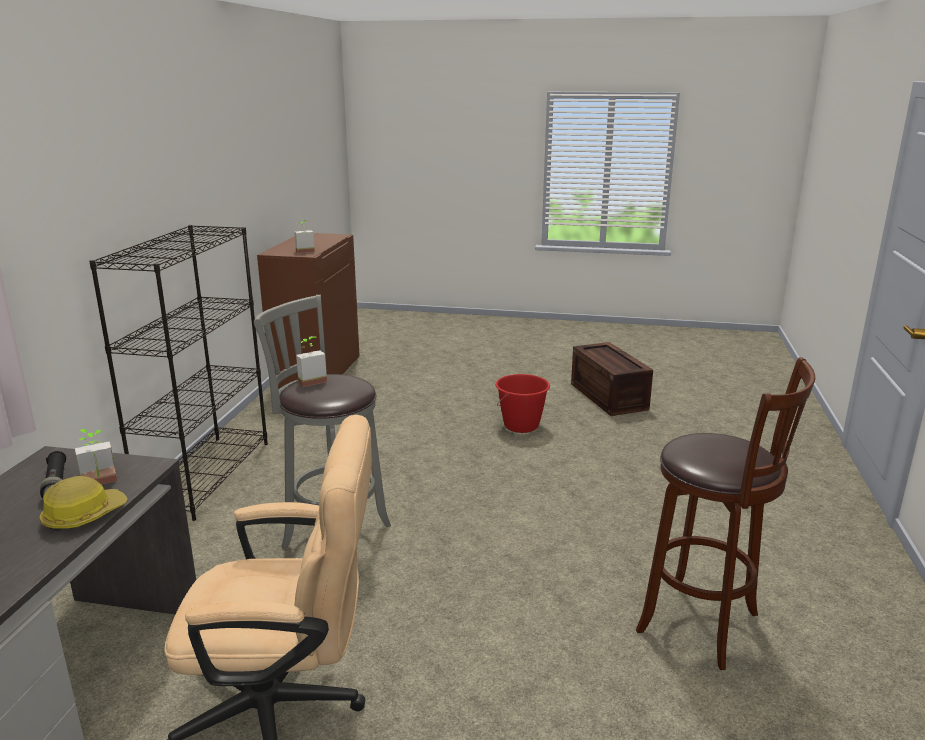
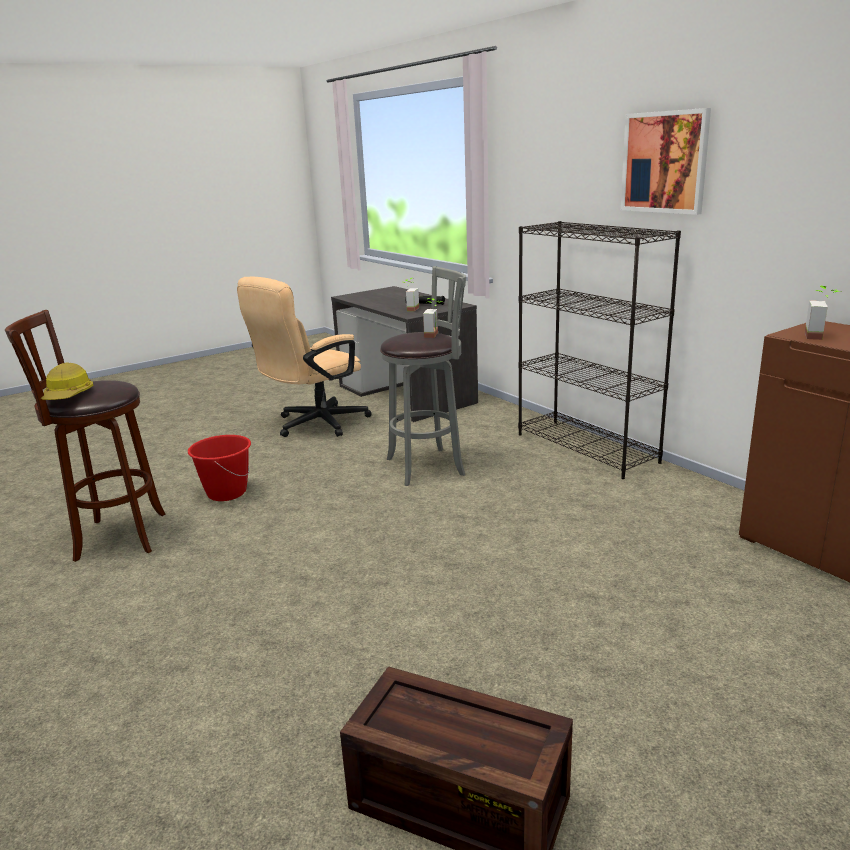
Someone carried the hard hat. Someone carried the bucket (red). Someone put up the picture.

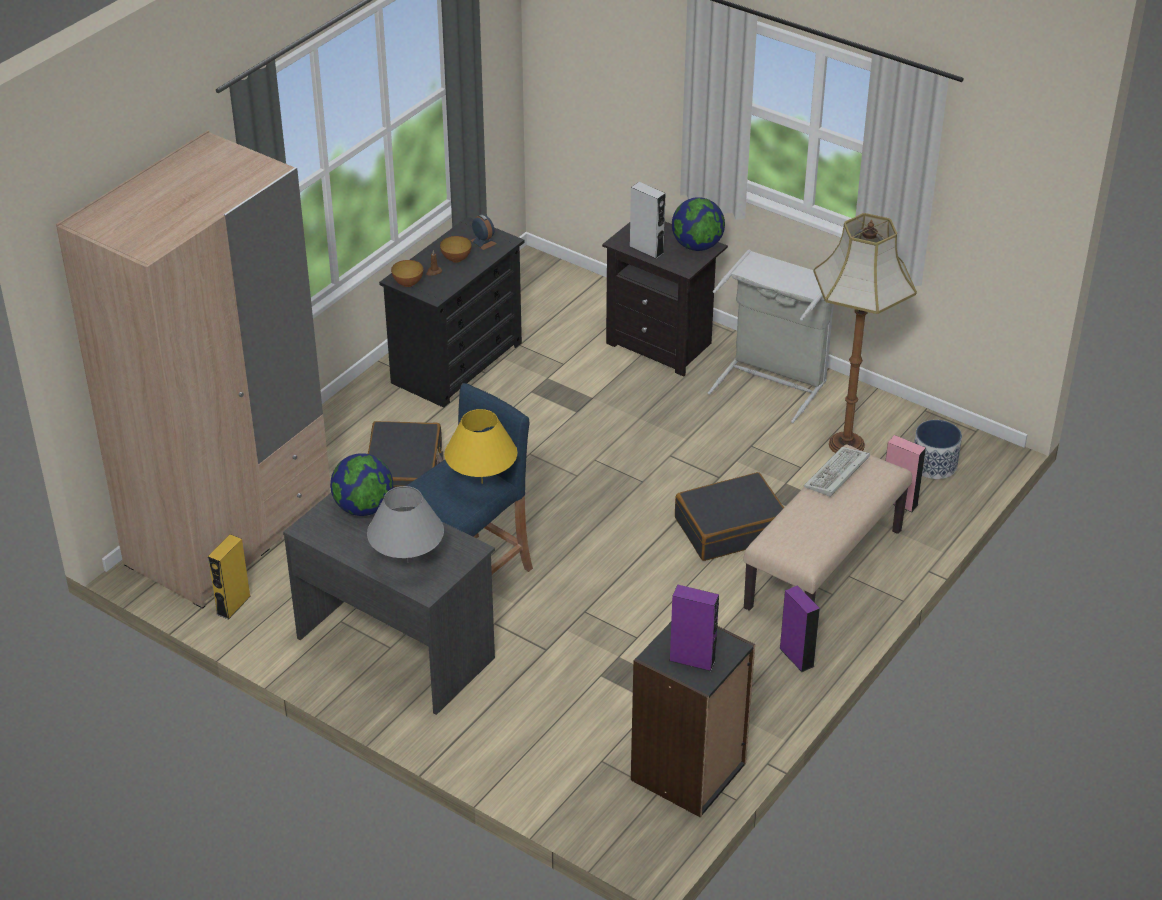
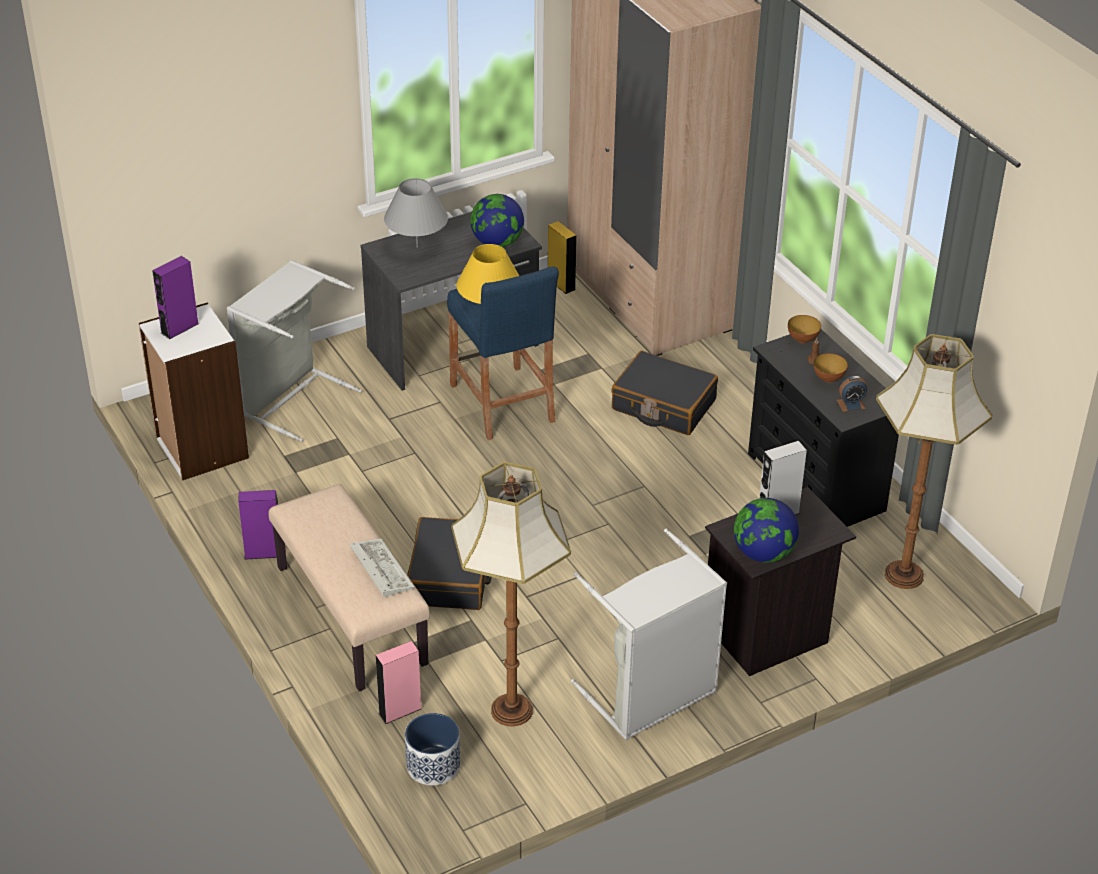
Someone repainted the bookcase (black), which became the bookcase (white). Someone put down the laundry basket (grey) (1st from left). Someone put down the floor lamp (2nd from left).

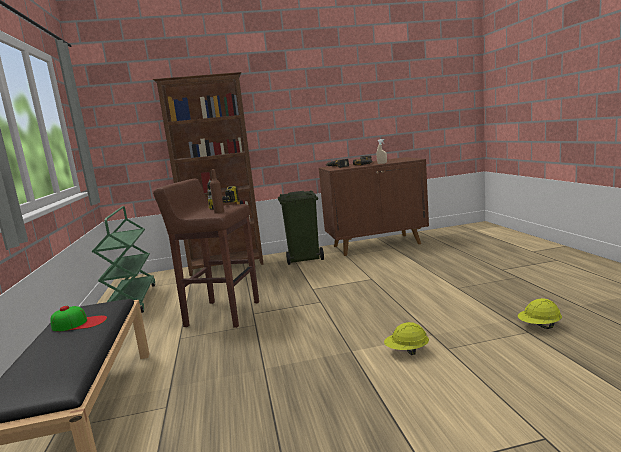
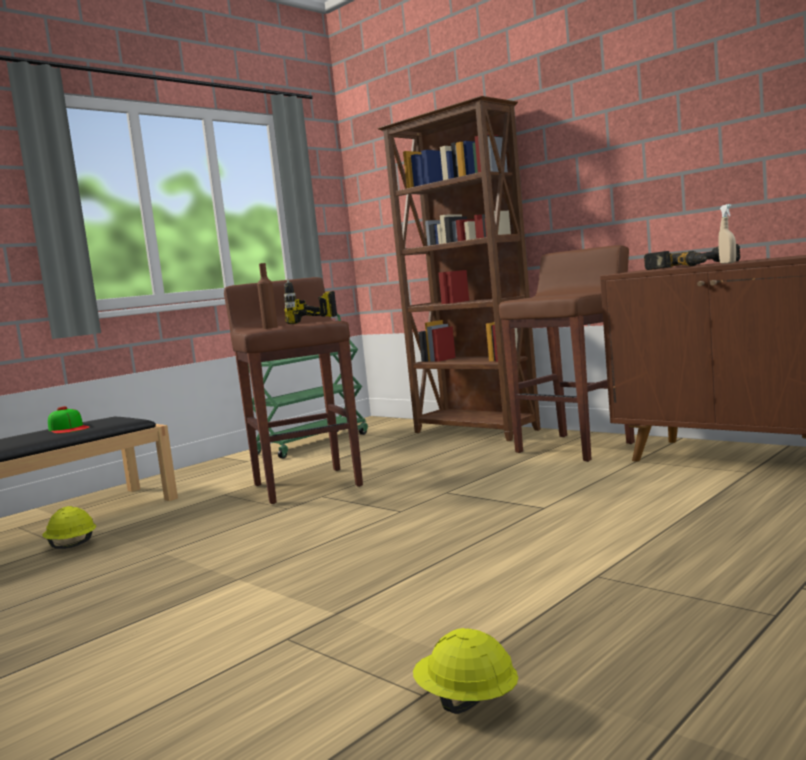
Someone swapped the trash can (green) for the stool (brown) (2nd from left). Someone carried the hard hat (yellow) (1st from left).

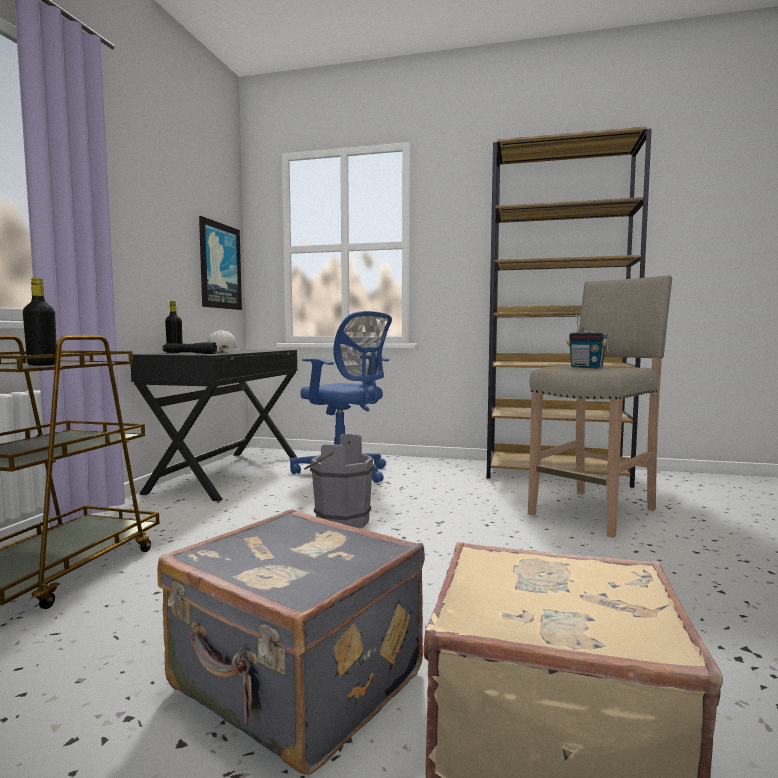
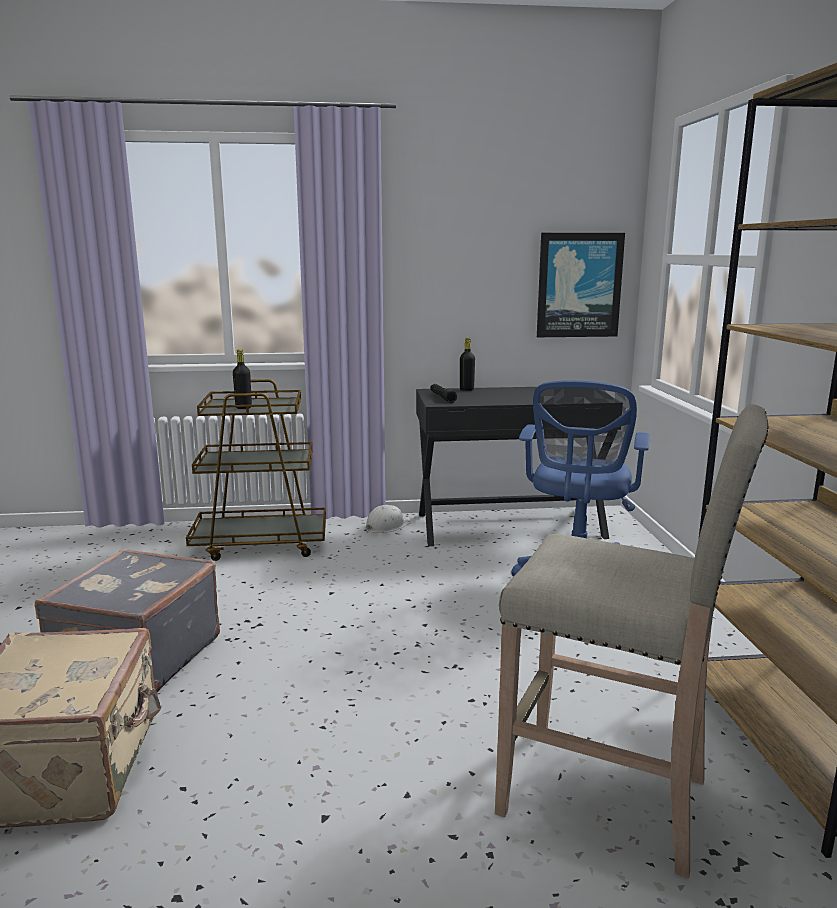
Someone carried the hard hat (white). Someone took away the bucket (grey). Someone took away the radio.

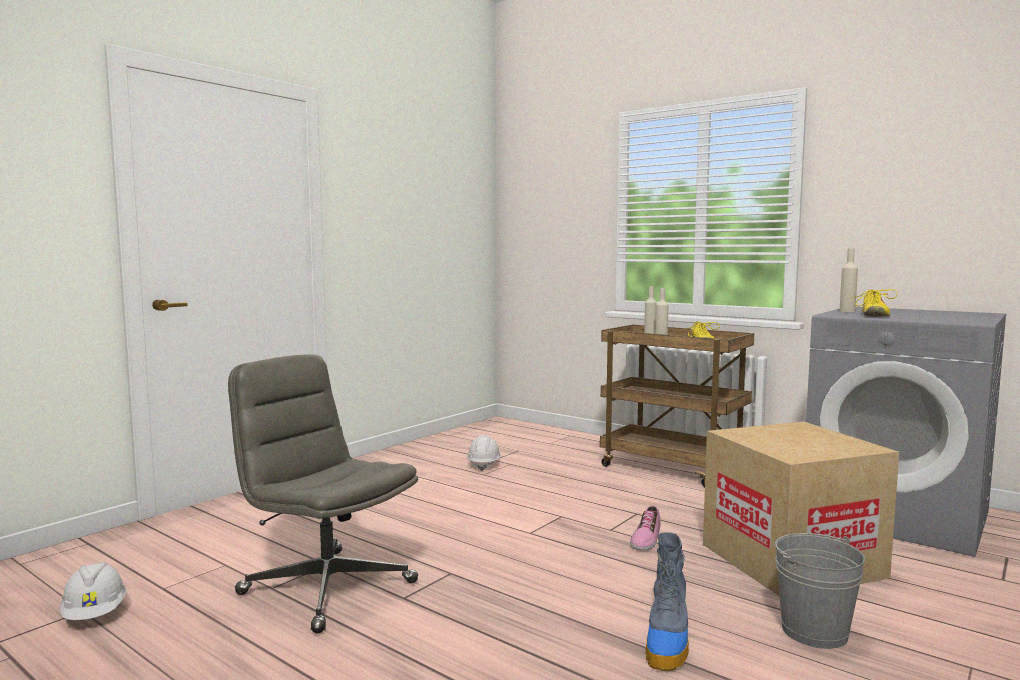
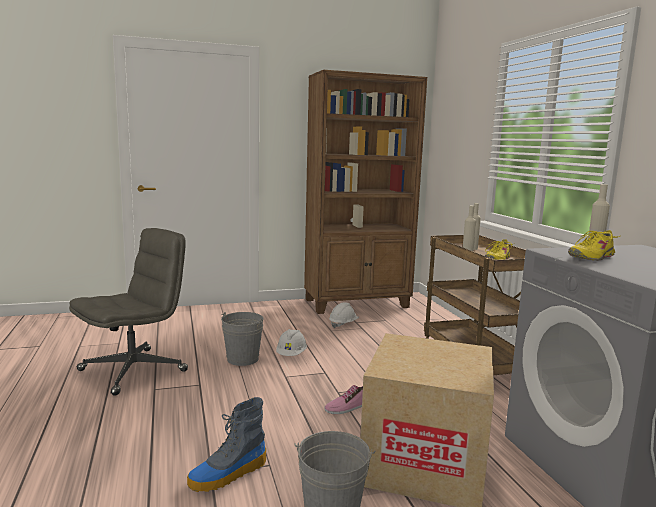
Someone carried the hard hat (white) (1st from left). Someone rotated the office chair (grey) by 60 degrees clockwise. Someone put down the bucket (grey) (1st from left). Someone put down the bookcase (brown).

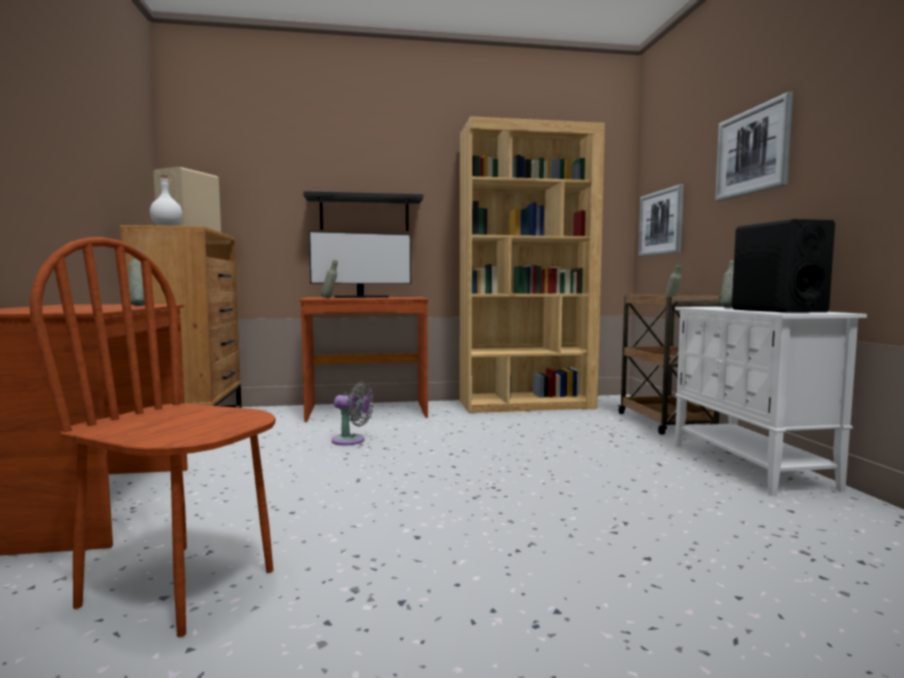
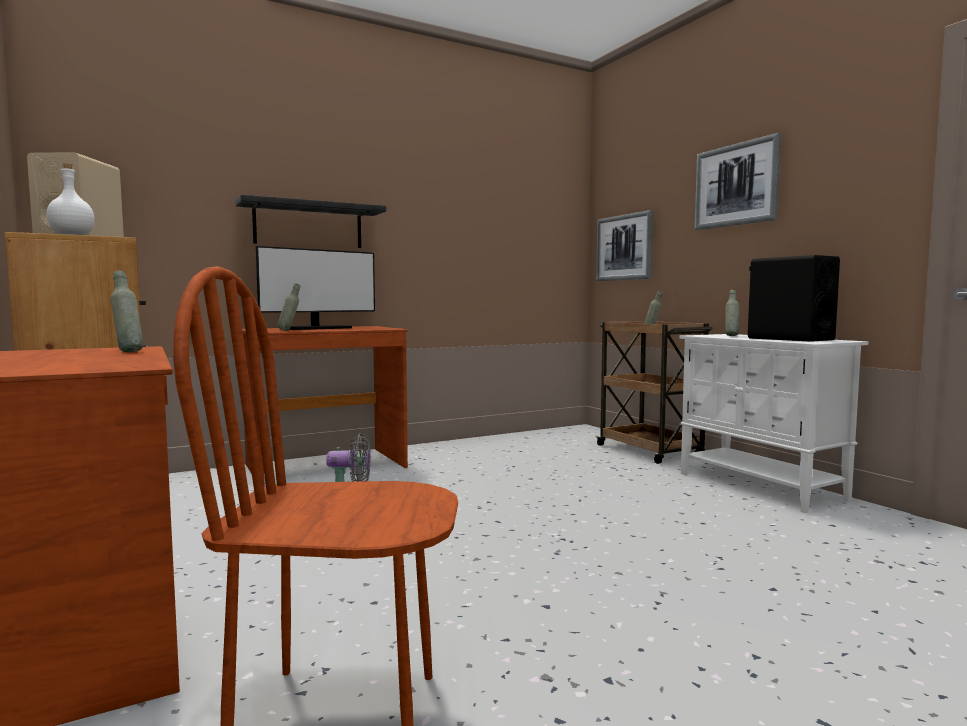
Someone took away the bookcase (brown).

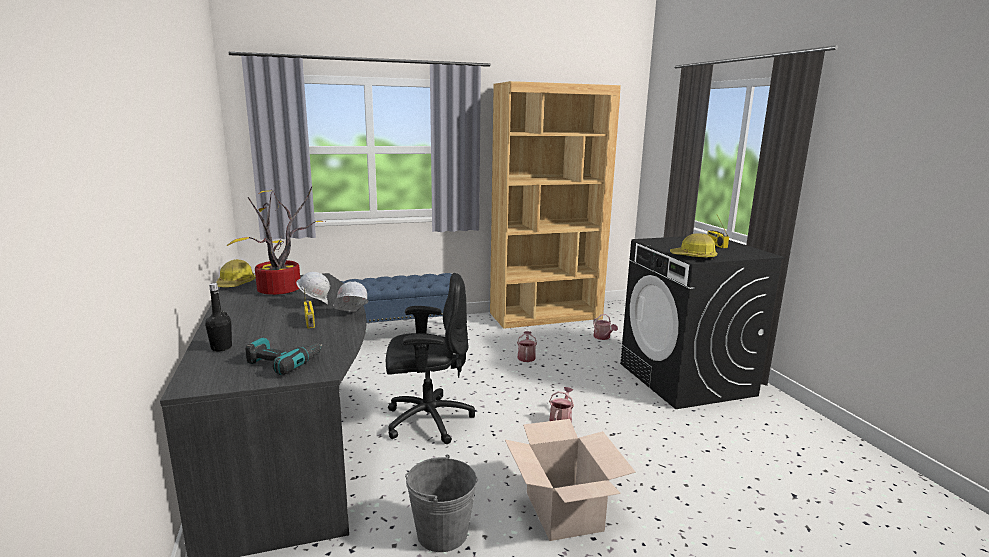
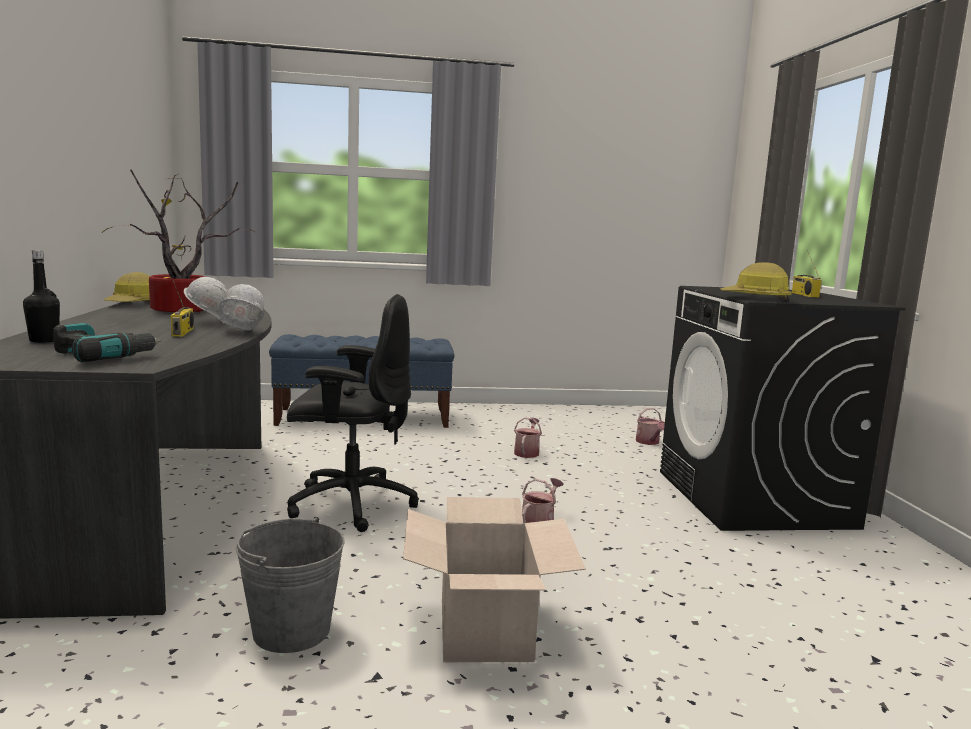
Someone took away the bookcase (brown).

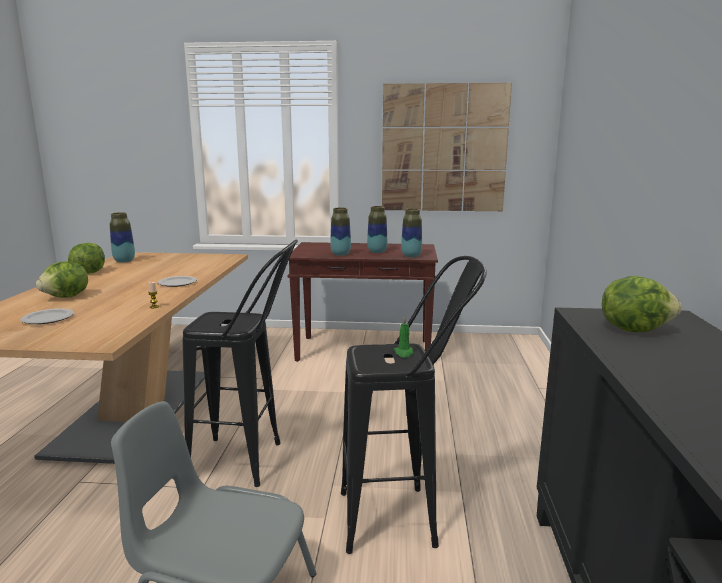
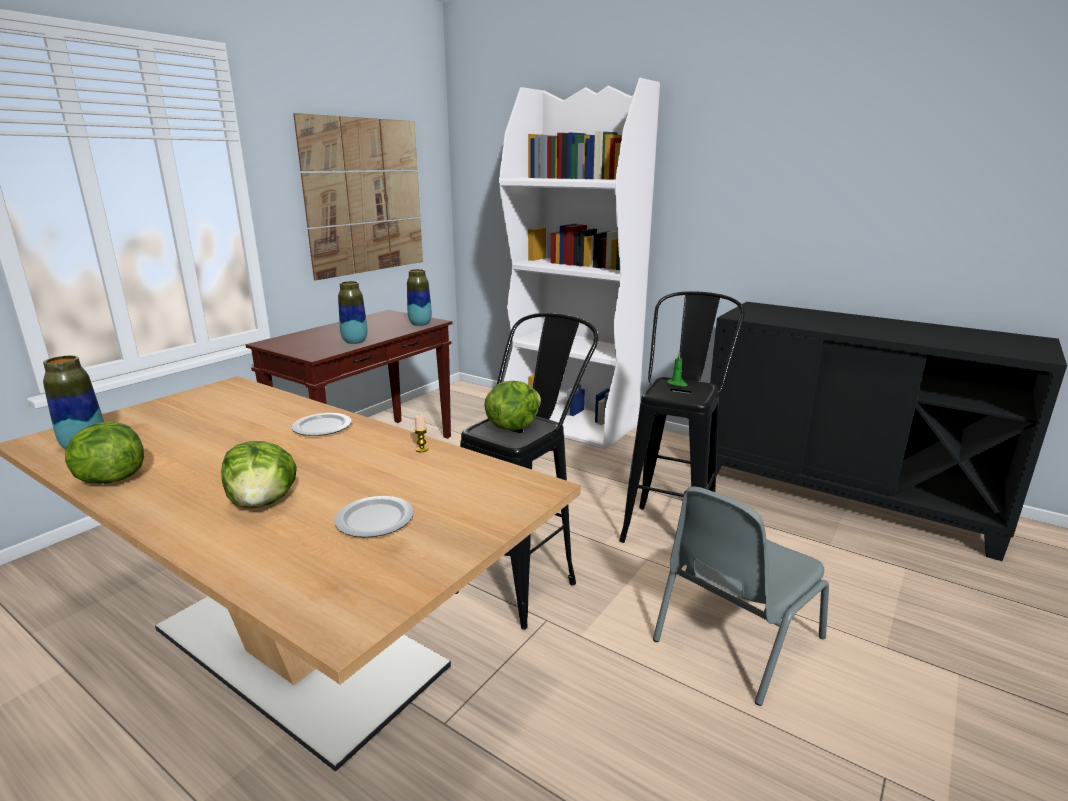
Someone took away the vase (3rd from left). Someone carried the lettuce (3rd from left). Someone put down the bookcase (white).

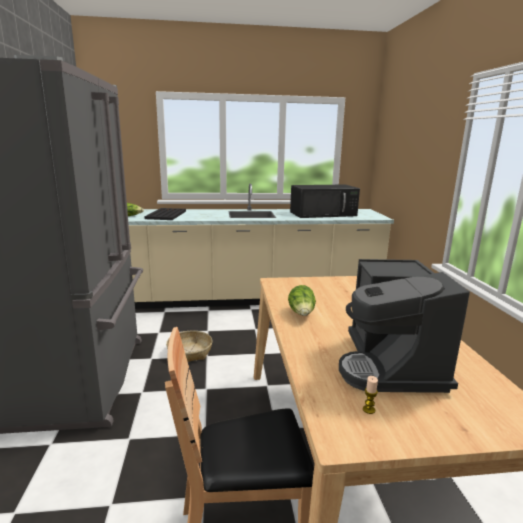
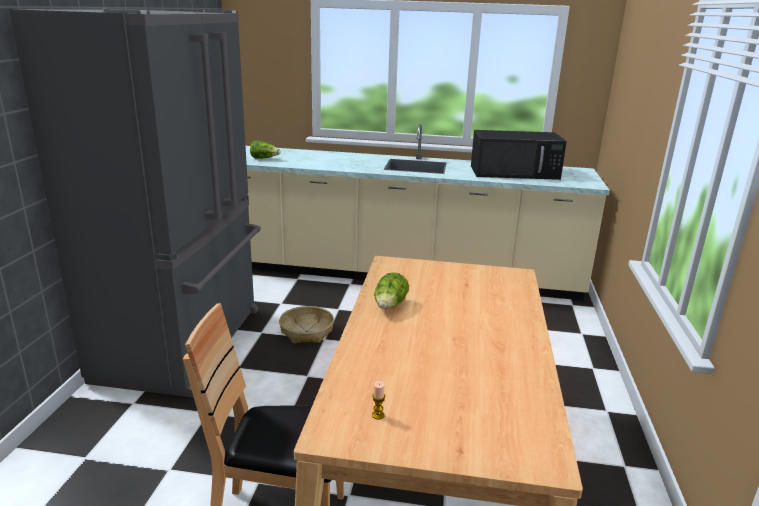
Someone took away the tray (black). Someone took away the coffee machine.

